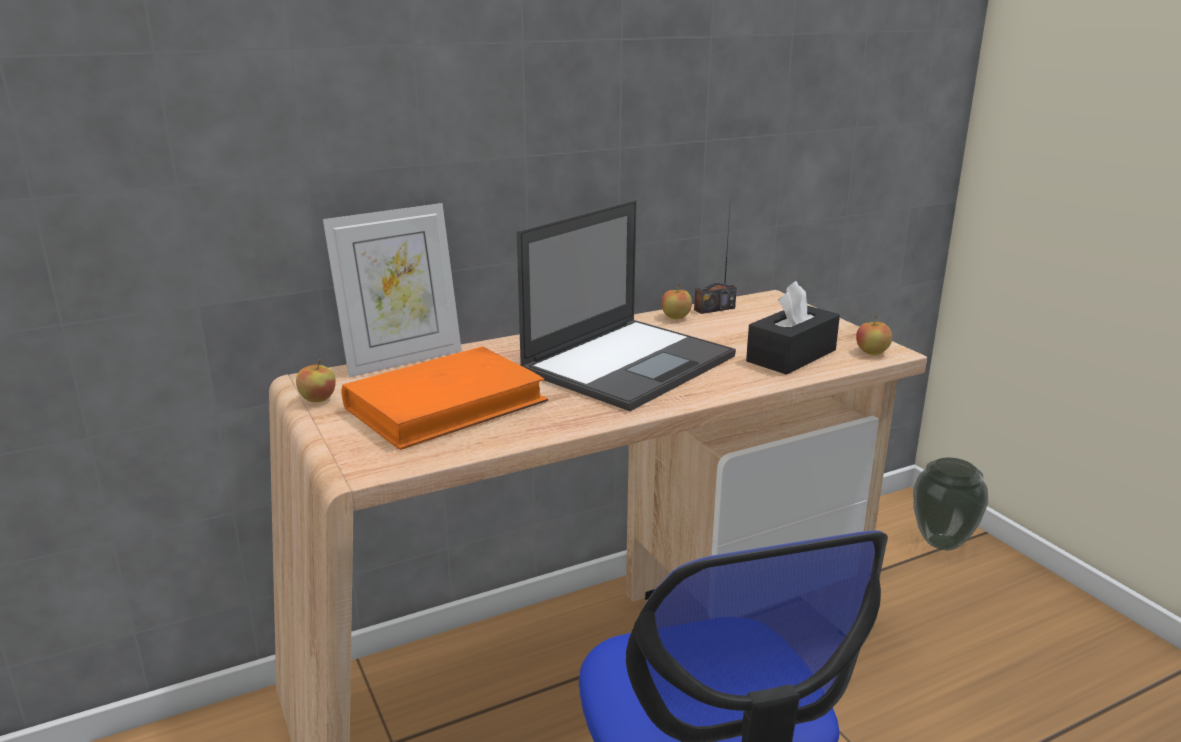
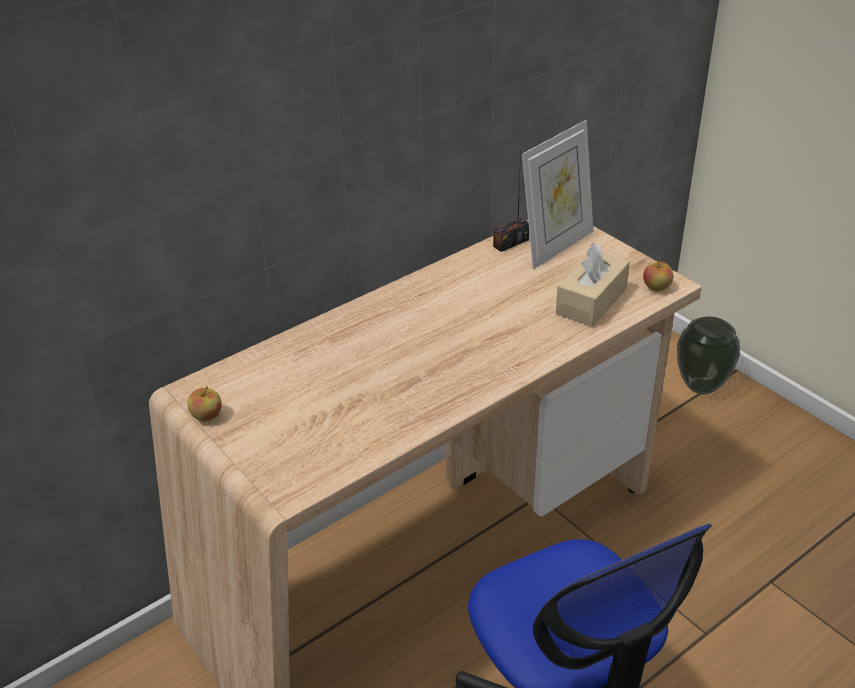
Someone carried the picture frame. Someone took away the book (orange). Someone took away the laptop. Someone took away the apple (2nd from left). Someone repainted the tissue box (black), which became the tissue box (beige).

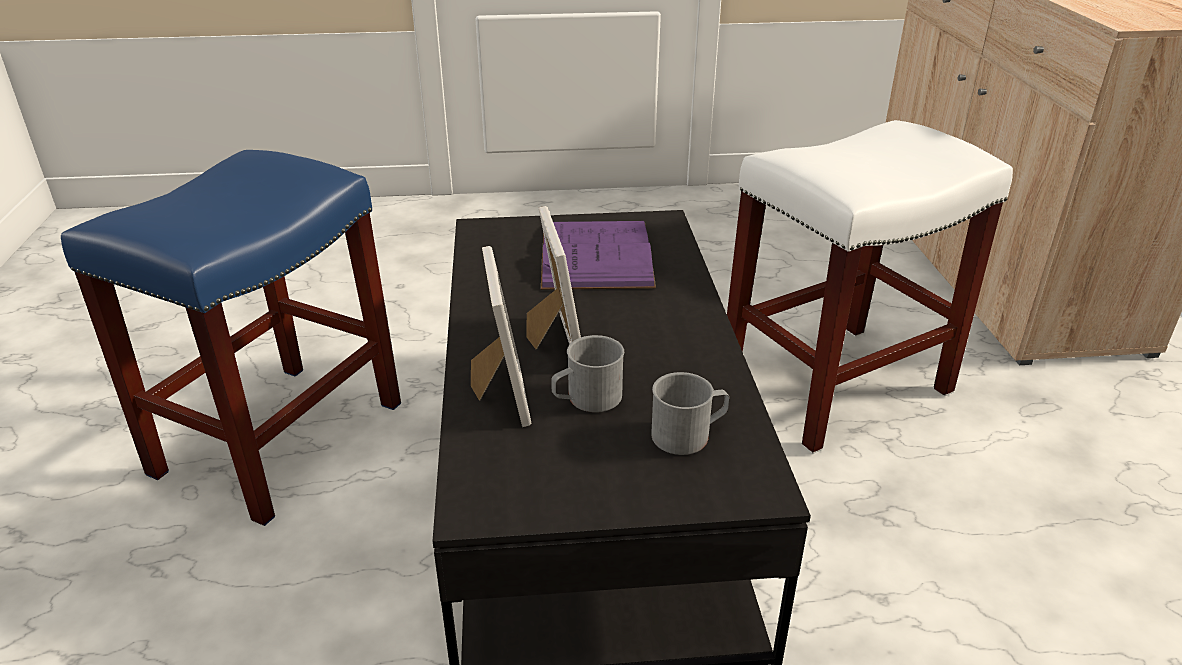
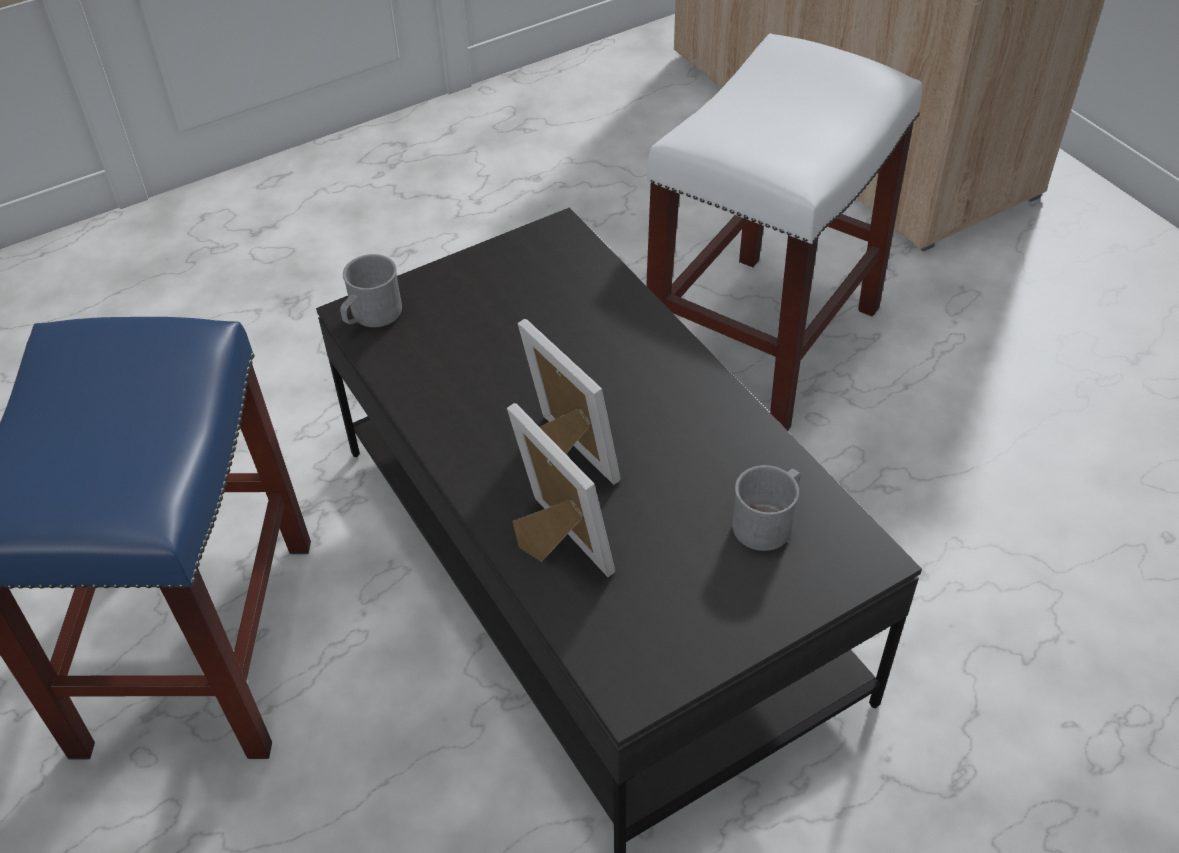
Someone took away the book (purple). Someone carried the mug (grey) (1st from left).

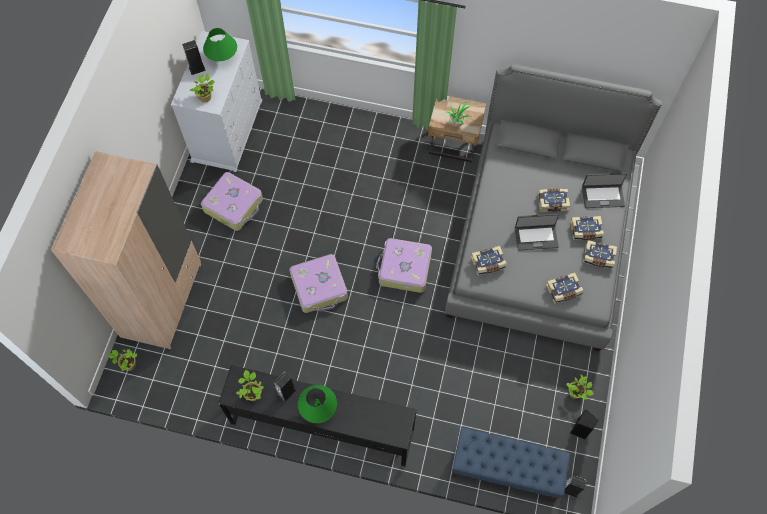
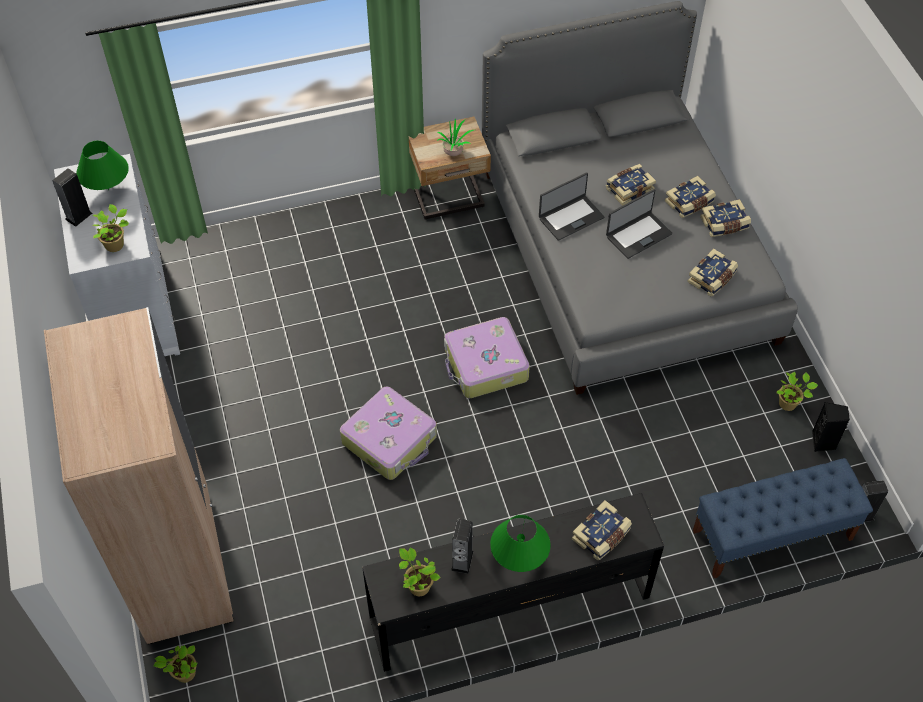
Someone took away the suitcase (1st from left). Someone carried the book (1st from left). Someone carried the laptop (2nd from left in the first image).

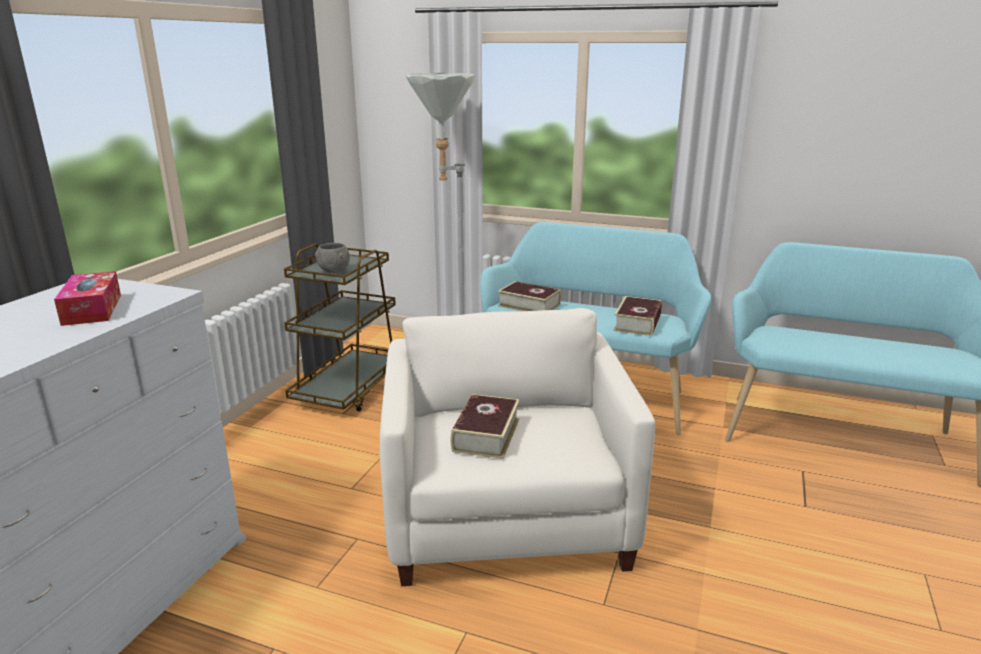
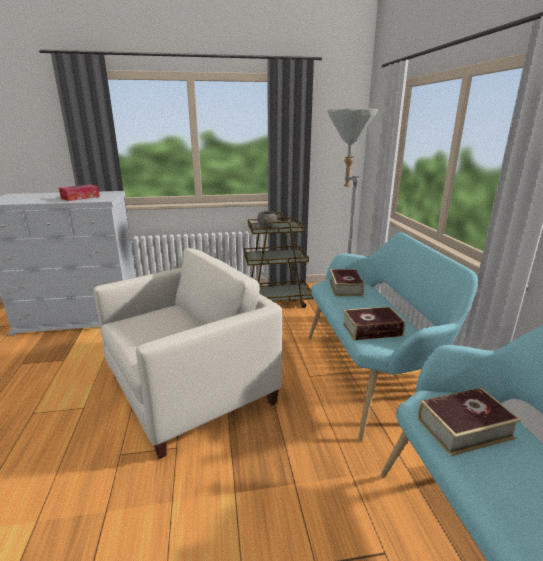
Someone carried the book (1st from left in the first image).

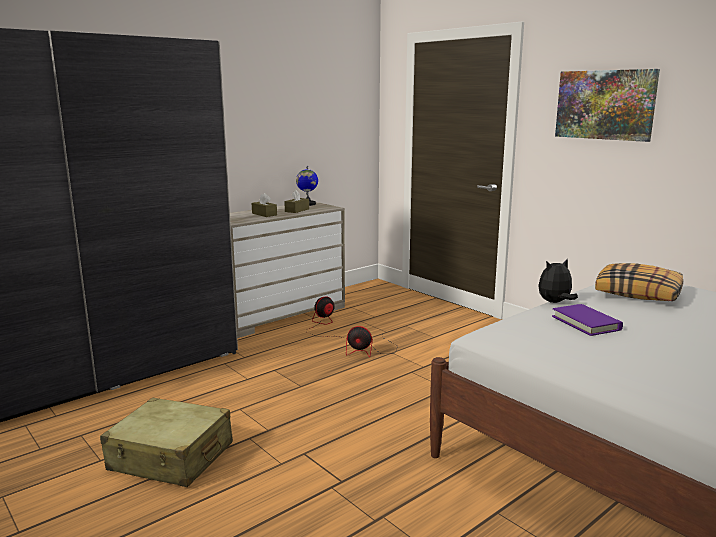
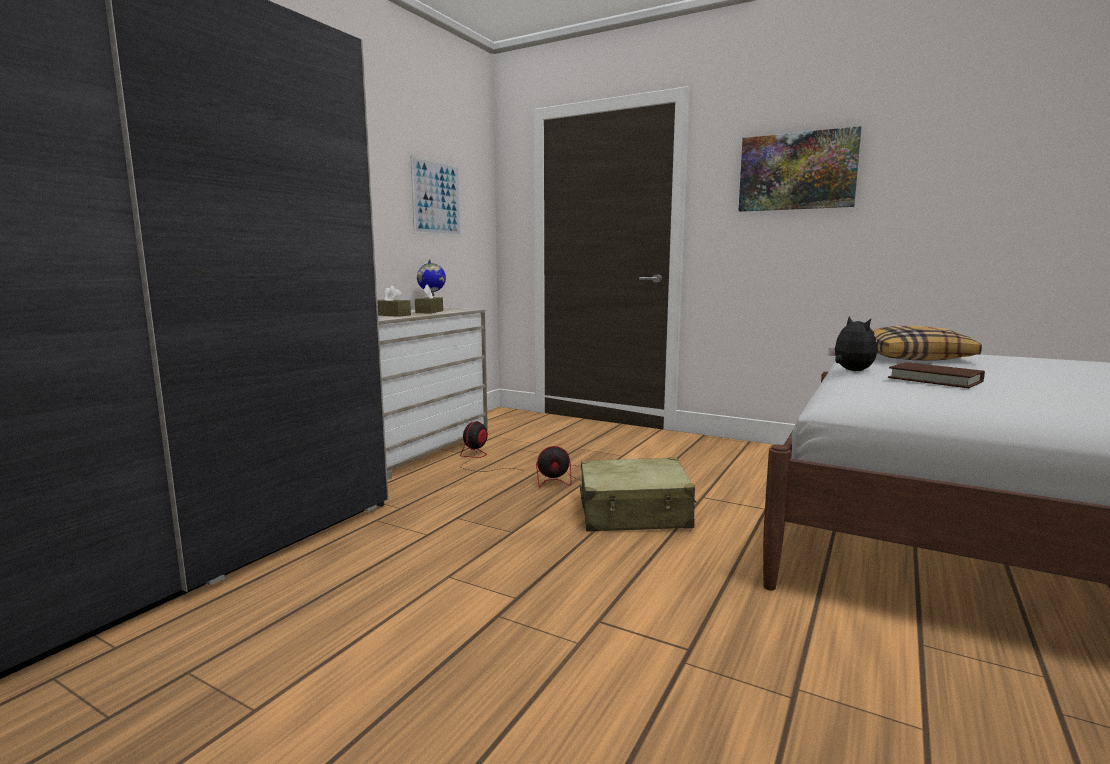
Someone carried the suitcase (beige). Someone rotated the plush toy by 120 degrees clockwise. Someone repainted the book (purple), which became the book (brown). Someone put up the picture (1st from left).

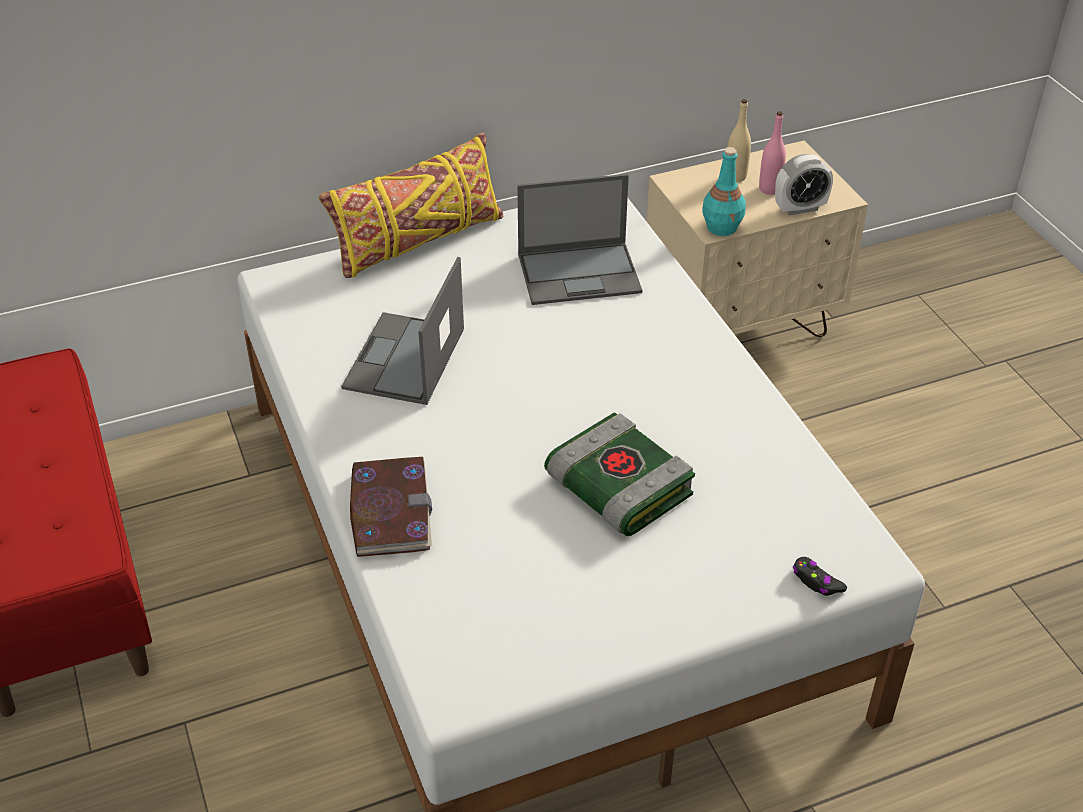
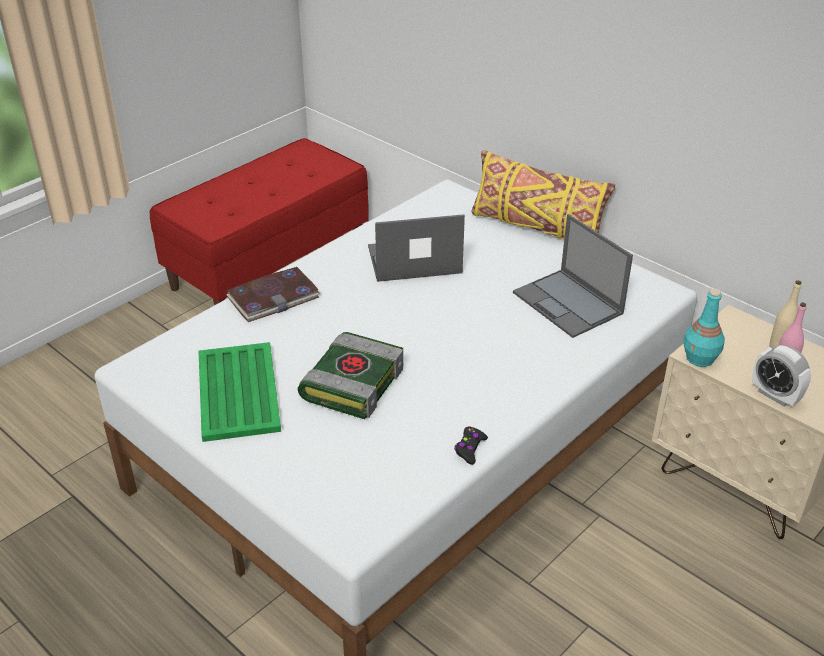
Someone carried the game controller (black). Someone put down the tray (green).

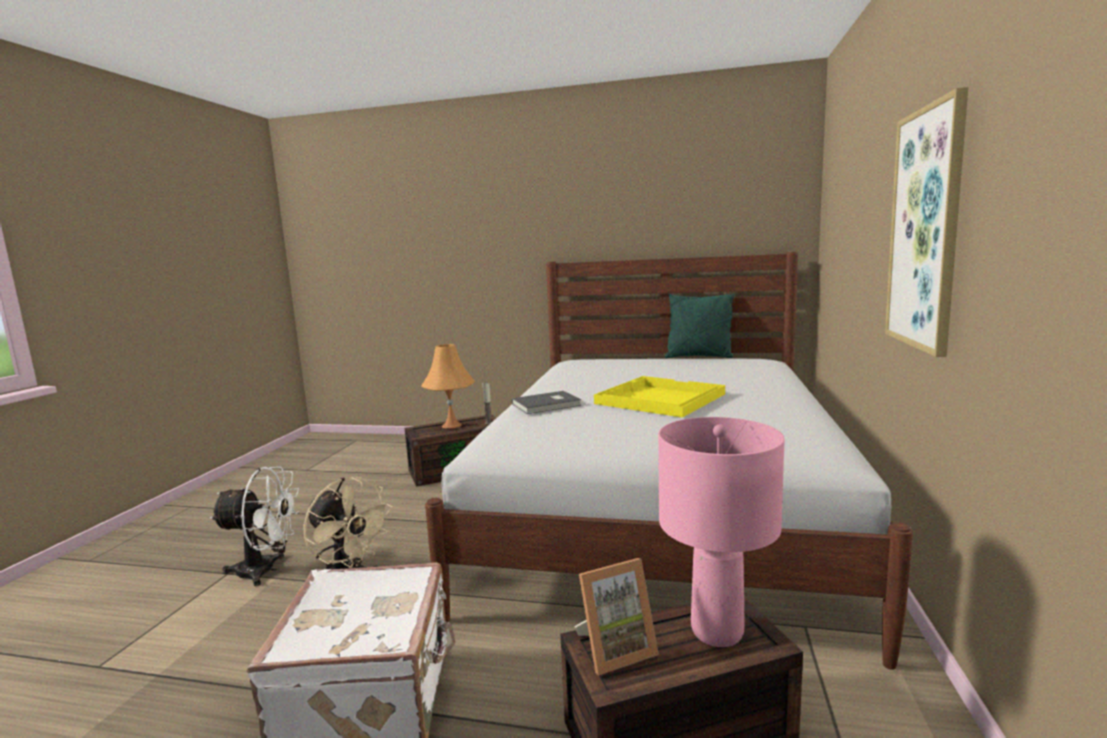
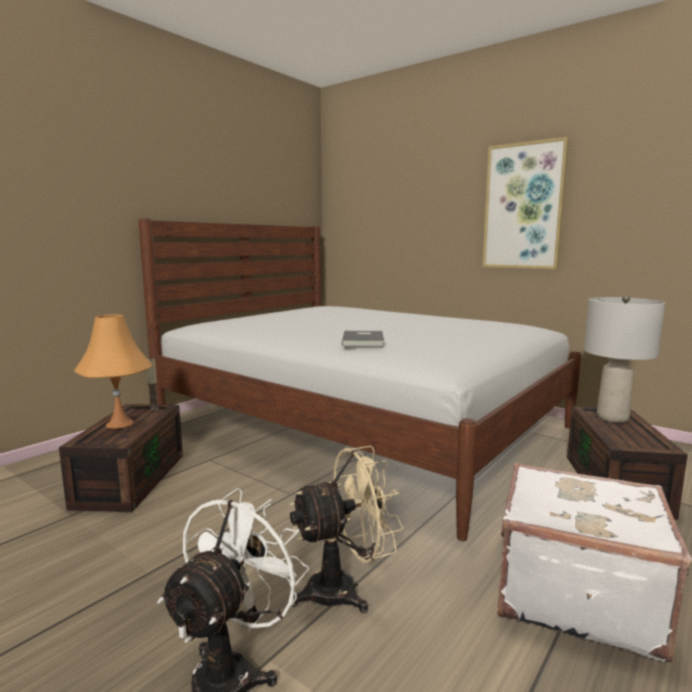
Someone took away the picture frame. Someone took away the tray (yellow). Someone repainted the table lamp (pink), which became the table lamp (grey). Someone took away the pillow (green).

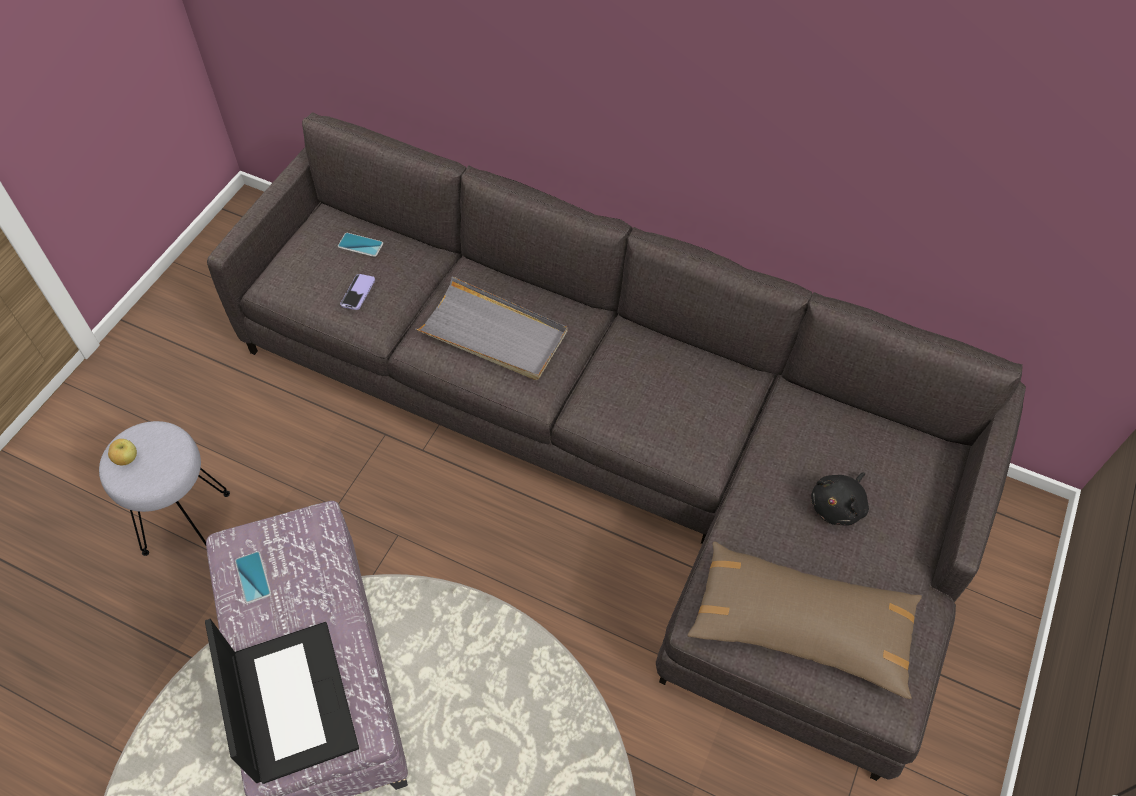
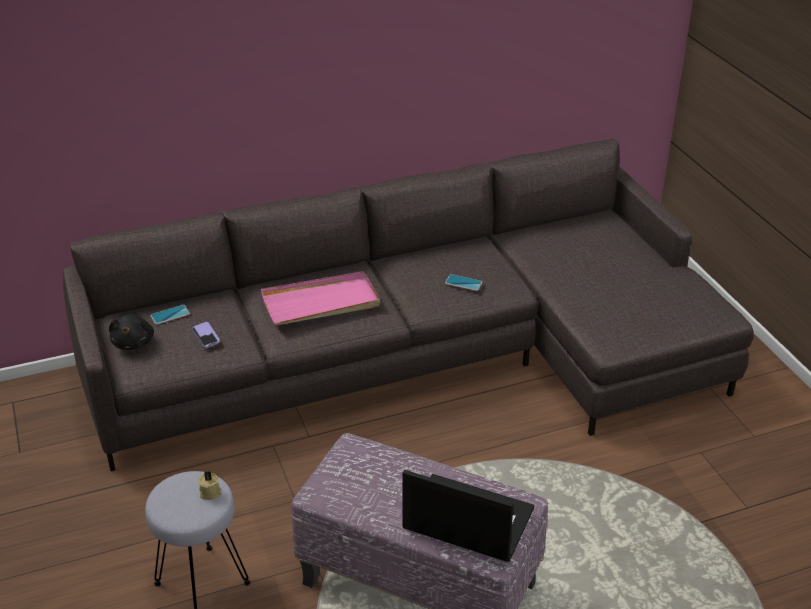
Someone took away the apple. Someone carried the phone (1st from left in the first image). Someone repainted the tray (grey), which became the tray (pink). Someone took away the pillow (brown). Someone carried the plush toy (black). Someone put down the candle (beige).

